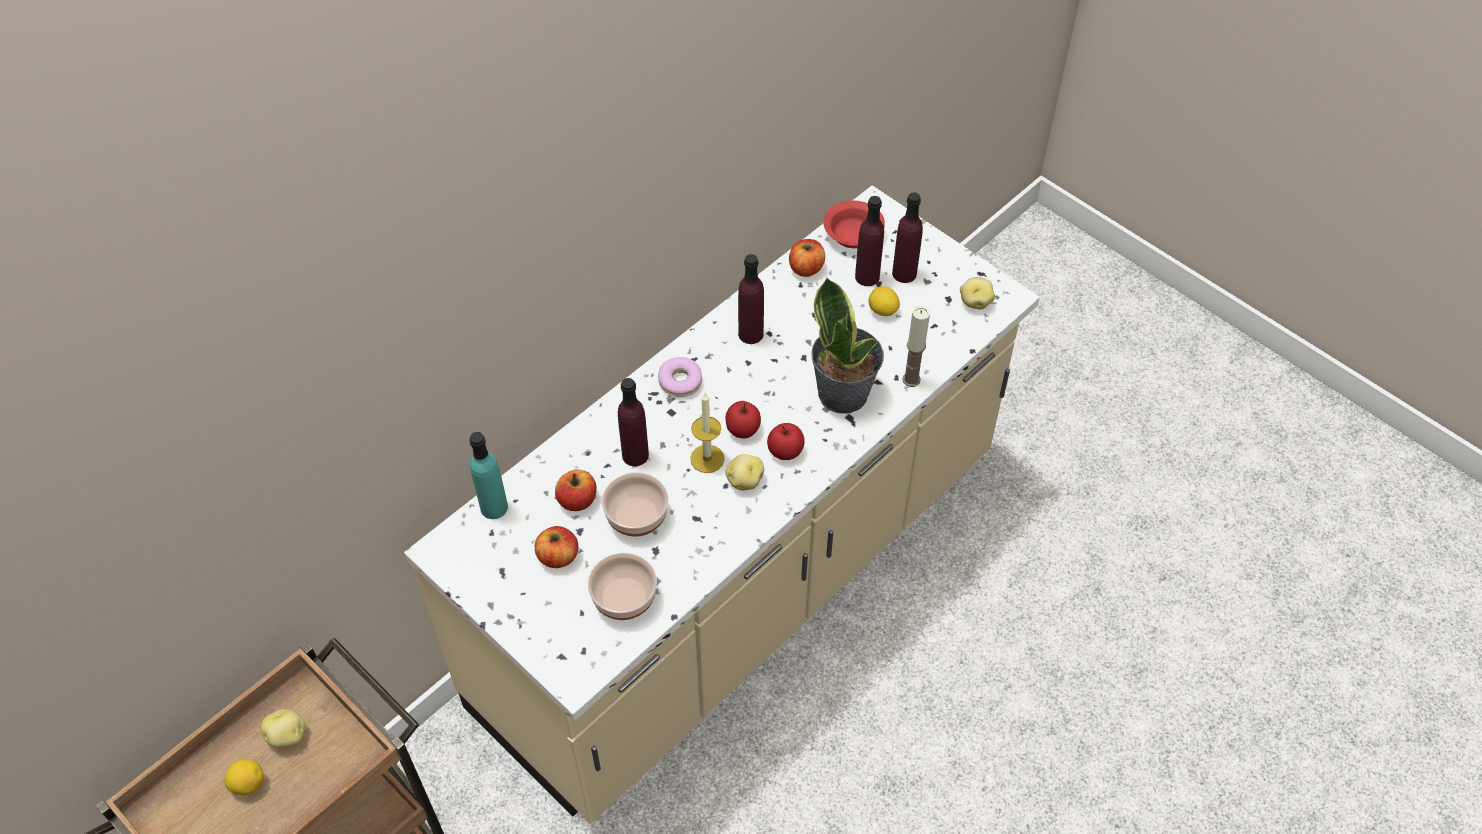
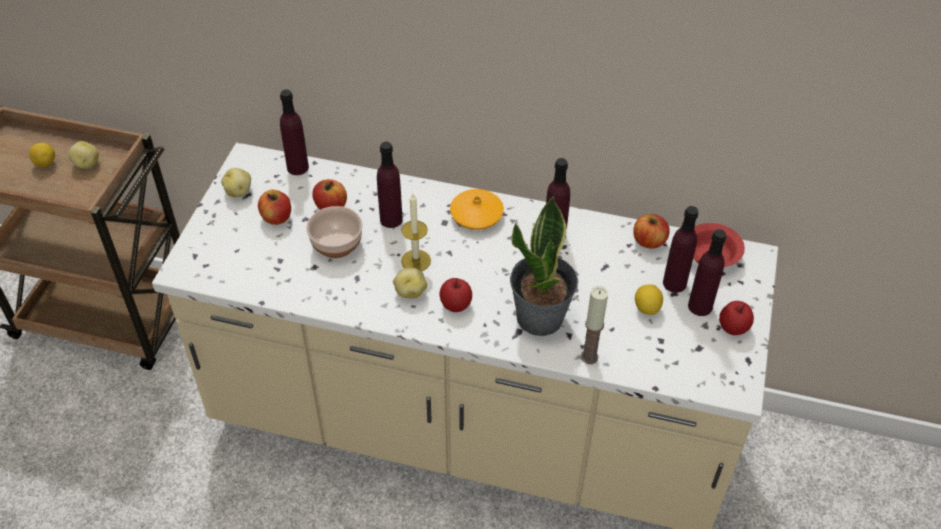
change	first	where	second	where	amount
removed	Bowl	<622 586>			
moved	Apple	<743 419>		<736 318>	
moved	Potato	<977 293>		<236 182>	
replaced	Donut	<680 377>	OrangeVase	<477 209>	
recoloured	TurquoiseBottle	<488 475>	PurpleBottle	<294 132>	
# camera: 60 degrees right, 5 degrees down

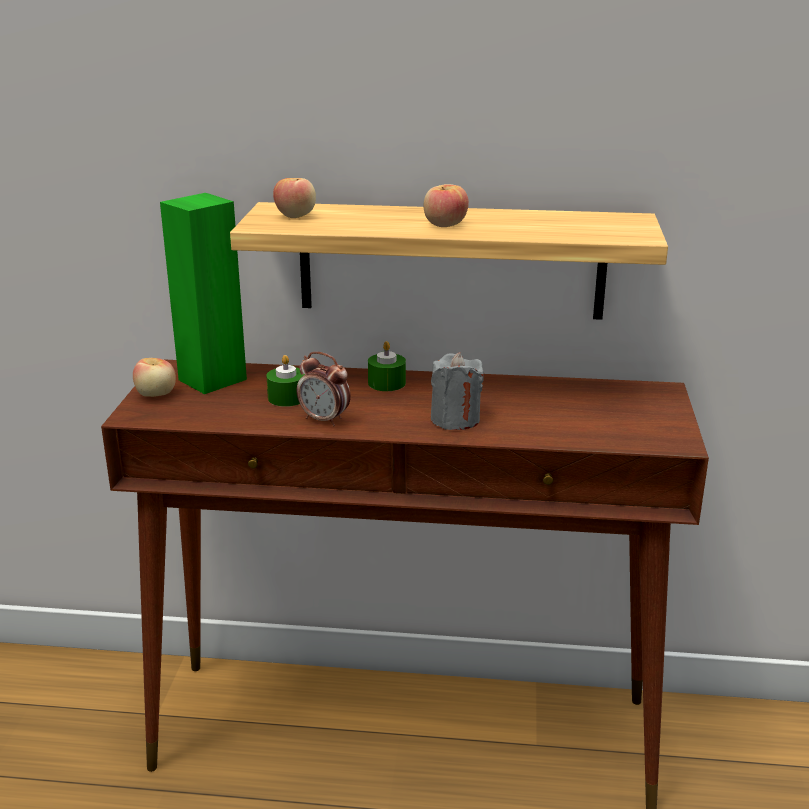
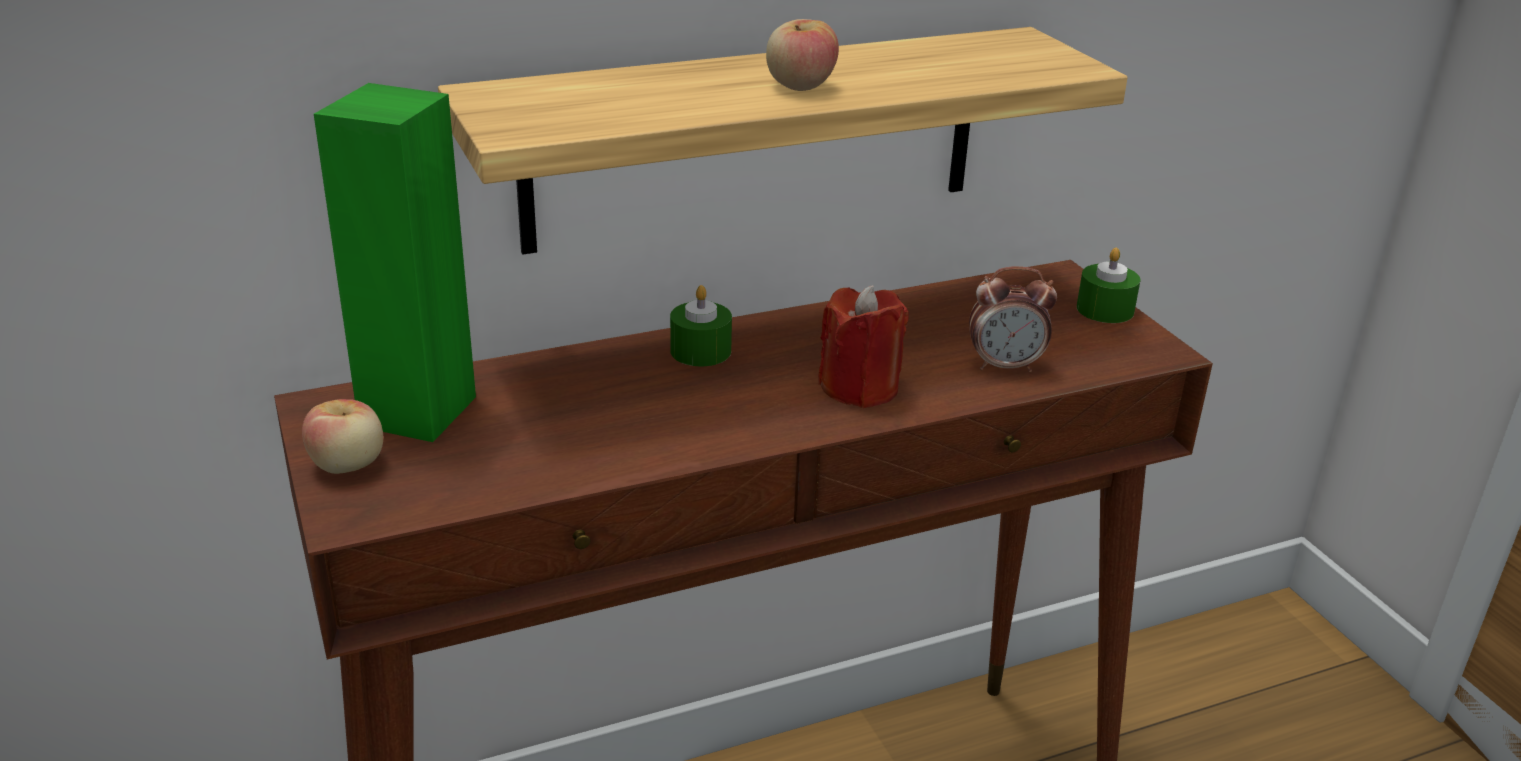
change	first	where	second	where	amount
removed	Apple	<294 198>			
moved	GreenCandle	<285 381>		<1109 285>	
moved	AlarmClock	<324 389>		<1013 319>	
recoloured	GreyCandle	<457 391>	RedCandle	<863 346>	
# camera: 30 degrees left, 5 degrees up

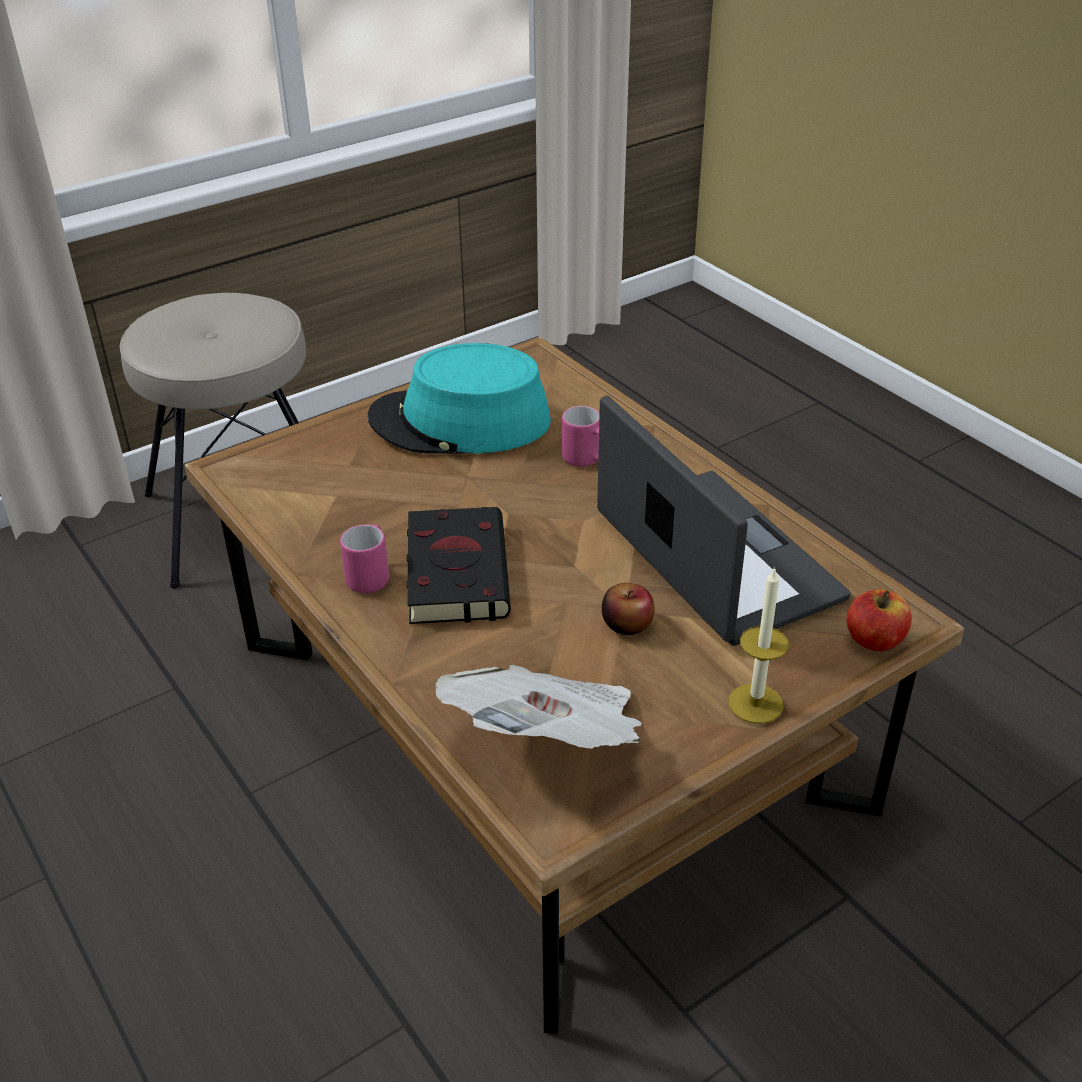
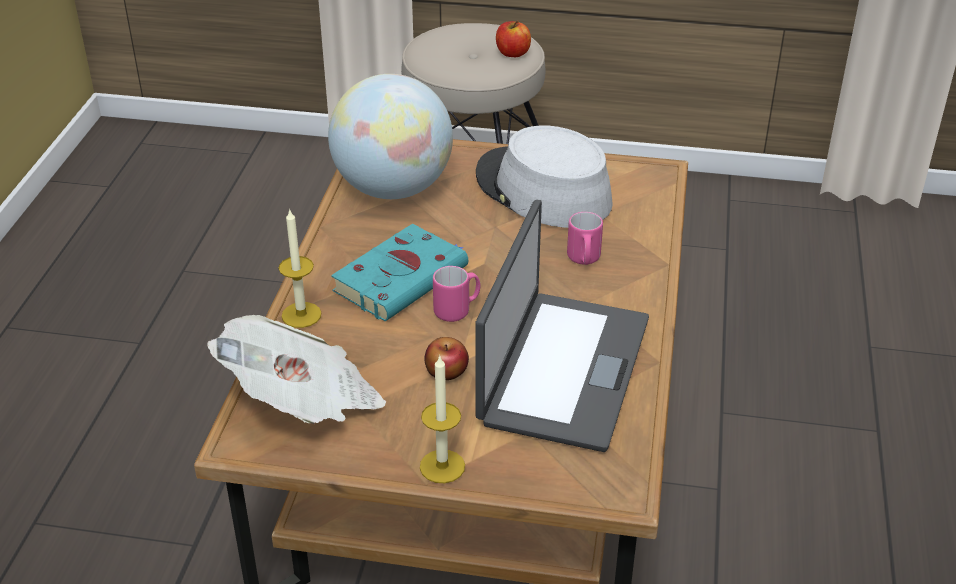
change	first	where	second	where	amount
added			Candle	<300 268>	
added			Globe	<390 136>	
moved	PinkMug	<364 559>		<456 294>	
moved	Apple	<879 620>		<513 39>	
recoloured	TurquoiseHat	<459 398>	GreyHat	<544 176>	
recoloured	BlackBook	<458 565>	TurquoiseBook	<399 273>	
# camera: 45 degrees right, 0 degrees up

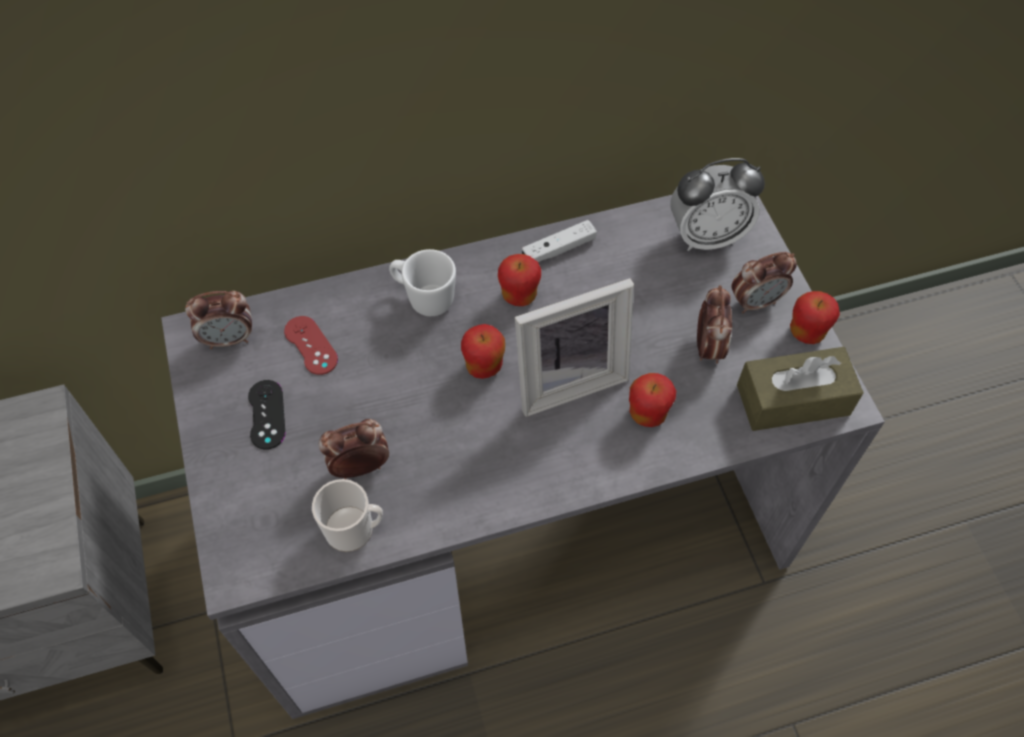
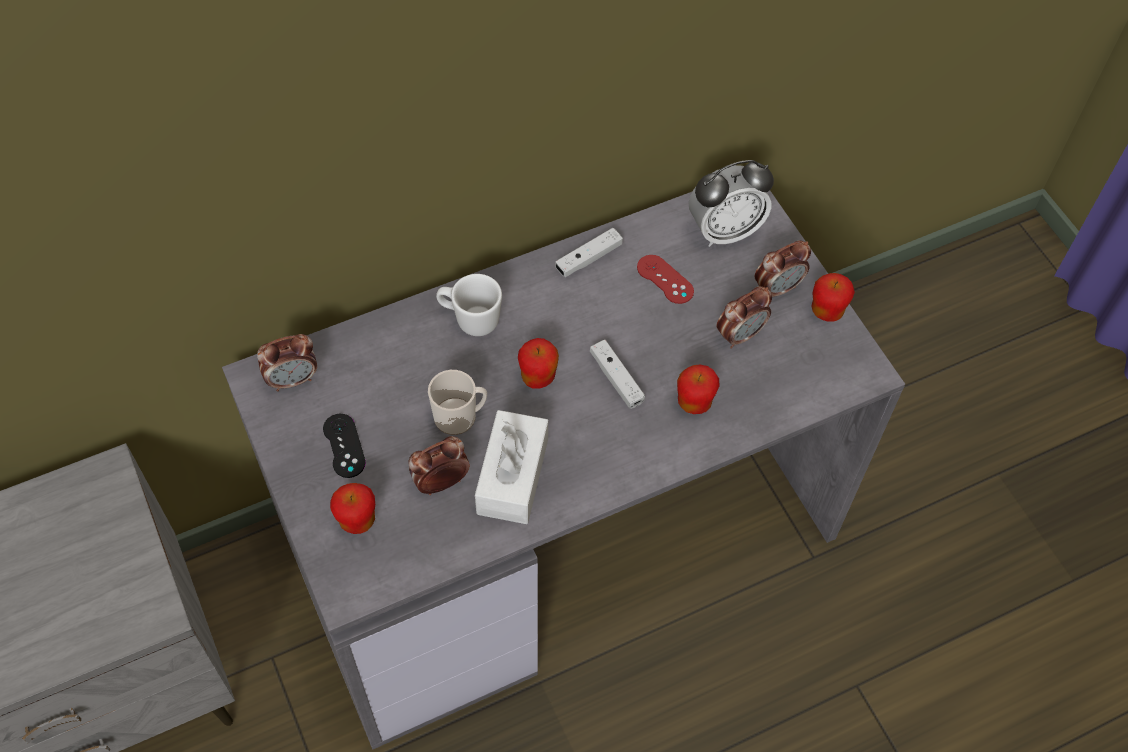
change	first	where	second	where	amount
removed	BrownTissueBox	<800 389>			
added			WhiteTissueBox	<511 467>	
moved	RedGameController	<311 345>		<665 279>	
moved	Mug	<347 515>		<457 402>	
moved	Apple	<519 280>		<352 508>	
replaced	PictureFrame	<574 347>	WhiteGameController	<617 374>	
turned	AlarmClock	<714 324>		<744 317>	60 degrees clockwise
# camera: 10 degrees left, 0 degrees up

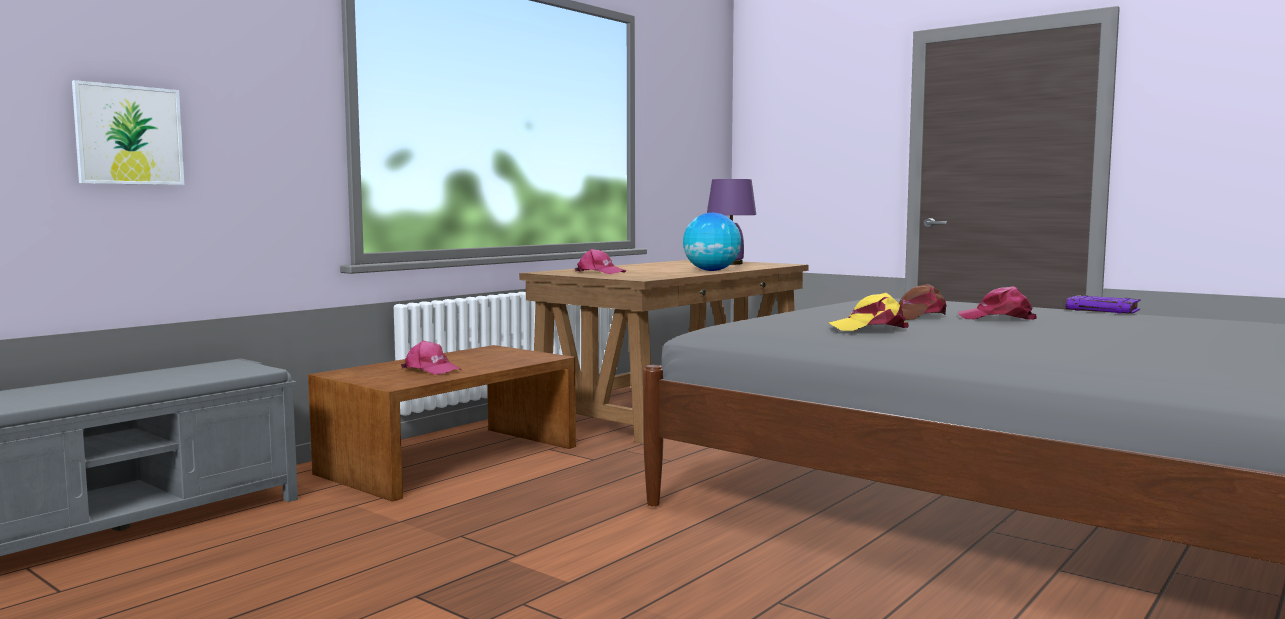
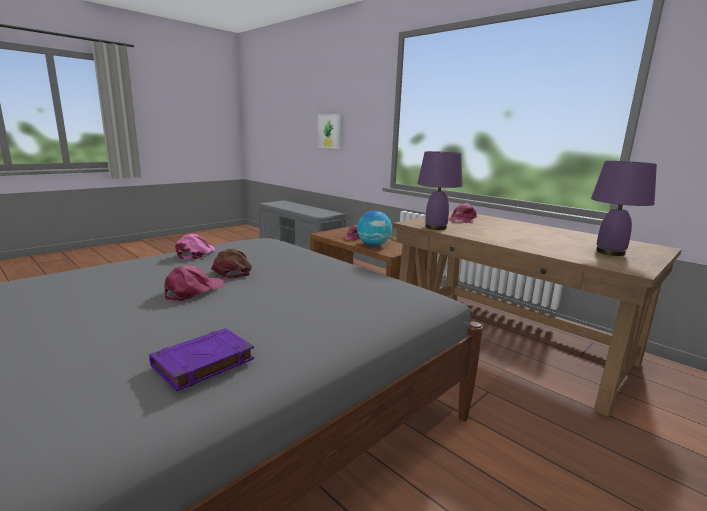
change	first	where	second	where	amount
added			PurpleTableLamp	<440 190>	
moved	Globe	<712 242>		<374 228>	
recoloured	YellowCap	<868 312>	PinkCap	<195 246>	
# camera: 95 degrees right, 10 degrees up

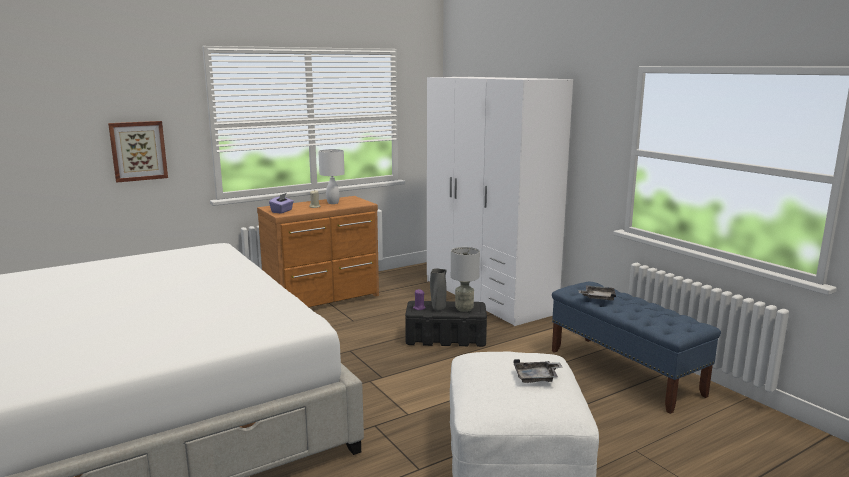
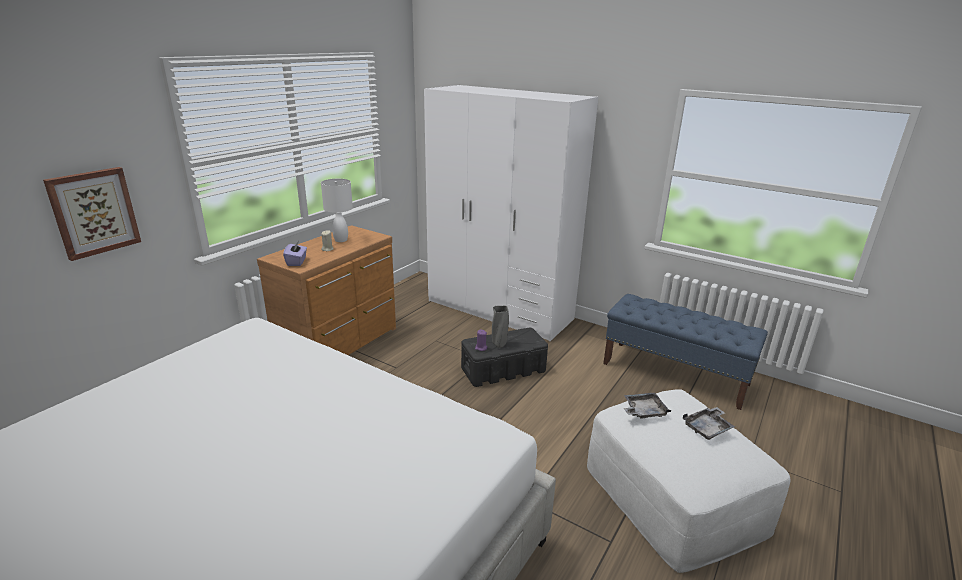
change	first	where	second	where	amount
removed	GreyTableLamp	<465 279>			
moved	GreyTray	<597 293>		<647 406>	
# camera: 25 degrees left, 10 degrees up

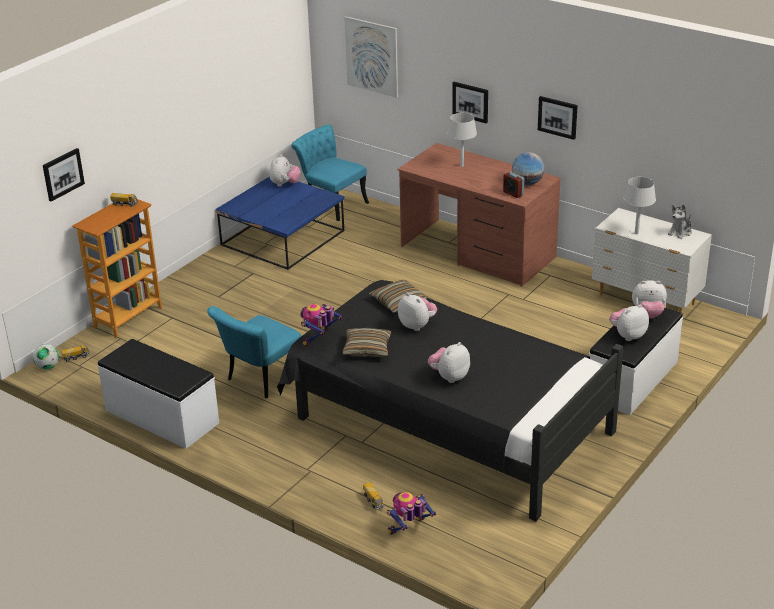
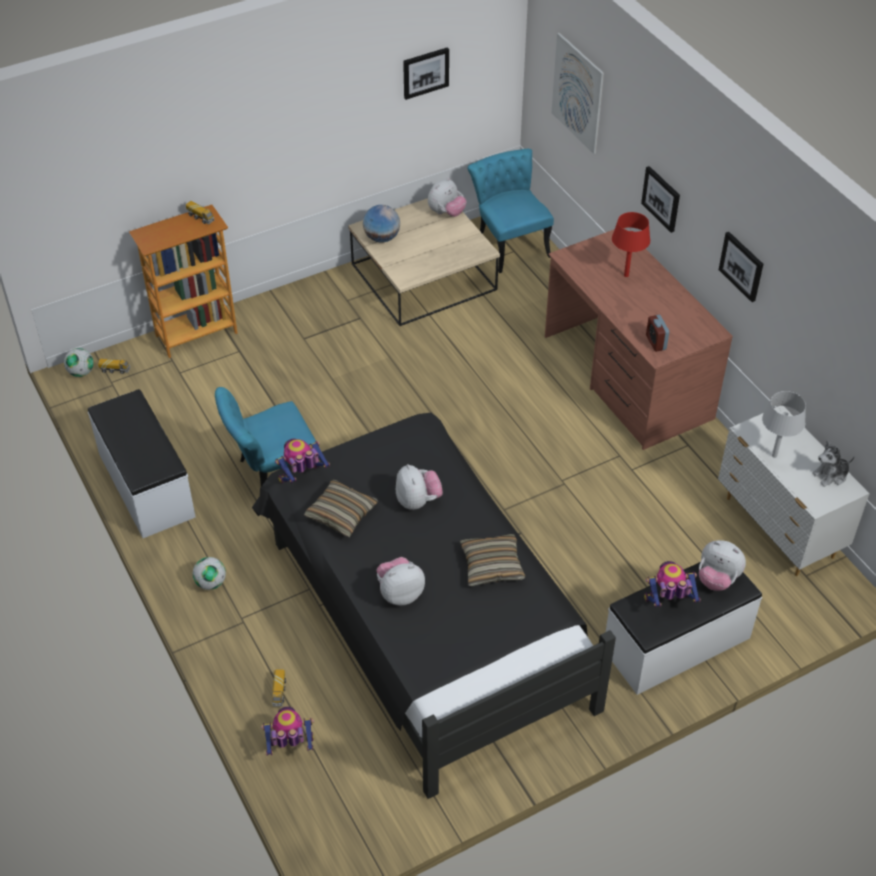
change	first	where	second	where	amount
added			Football	<209 573>	
moved	Picture	<64 175>		<426 73>	
moved	Pillow	<398 296>		<492 560>	
moved	Globe	<528 168>		<381 224>	
replaced	PlushToy	<629 322>	ToyRobot	<672 584>	
recoloured	BlueCoffeeTable	<279 223>	BeigeCoffeeTable	<424 262>	
recoloured	GreyTableLamp	<462 140>	RedTableLamp	<631 244>	
# camera: 25 degrees right, 15 degrees up

